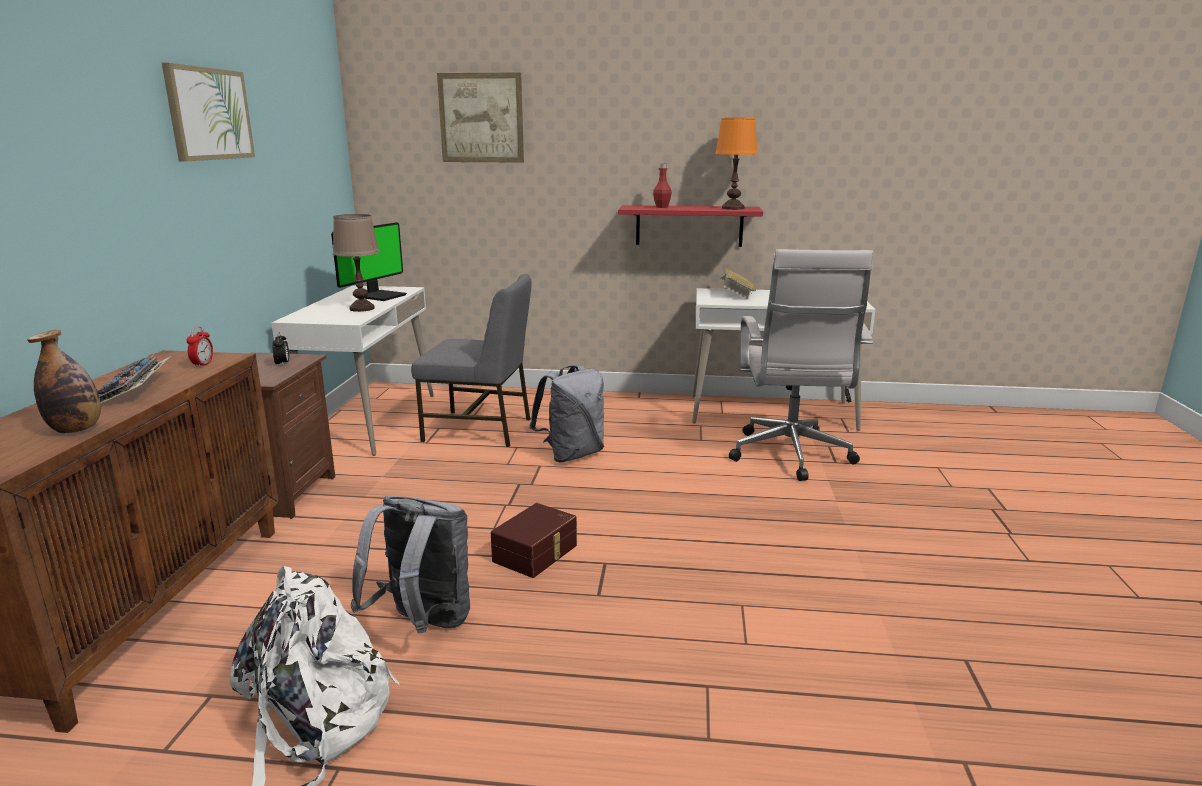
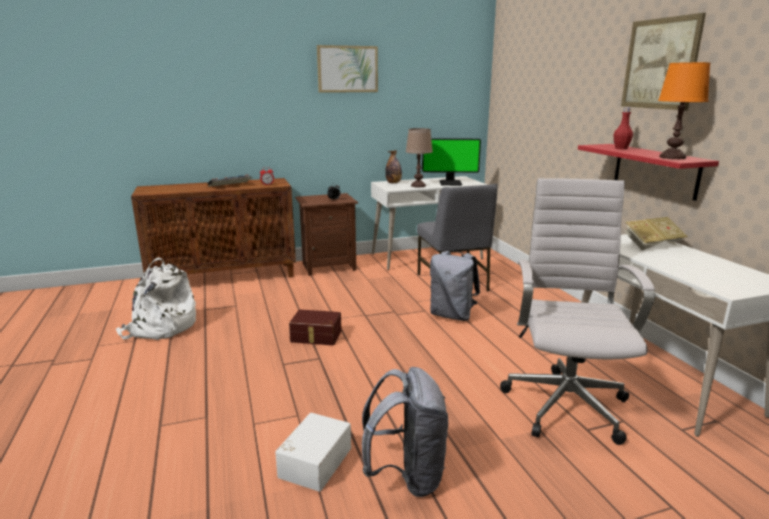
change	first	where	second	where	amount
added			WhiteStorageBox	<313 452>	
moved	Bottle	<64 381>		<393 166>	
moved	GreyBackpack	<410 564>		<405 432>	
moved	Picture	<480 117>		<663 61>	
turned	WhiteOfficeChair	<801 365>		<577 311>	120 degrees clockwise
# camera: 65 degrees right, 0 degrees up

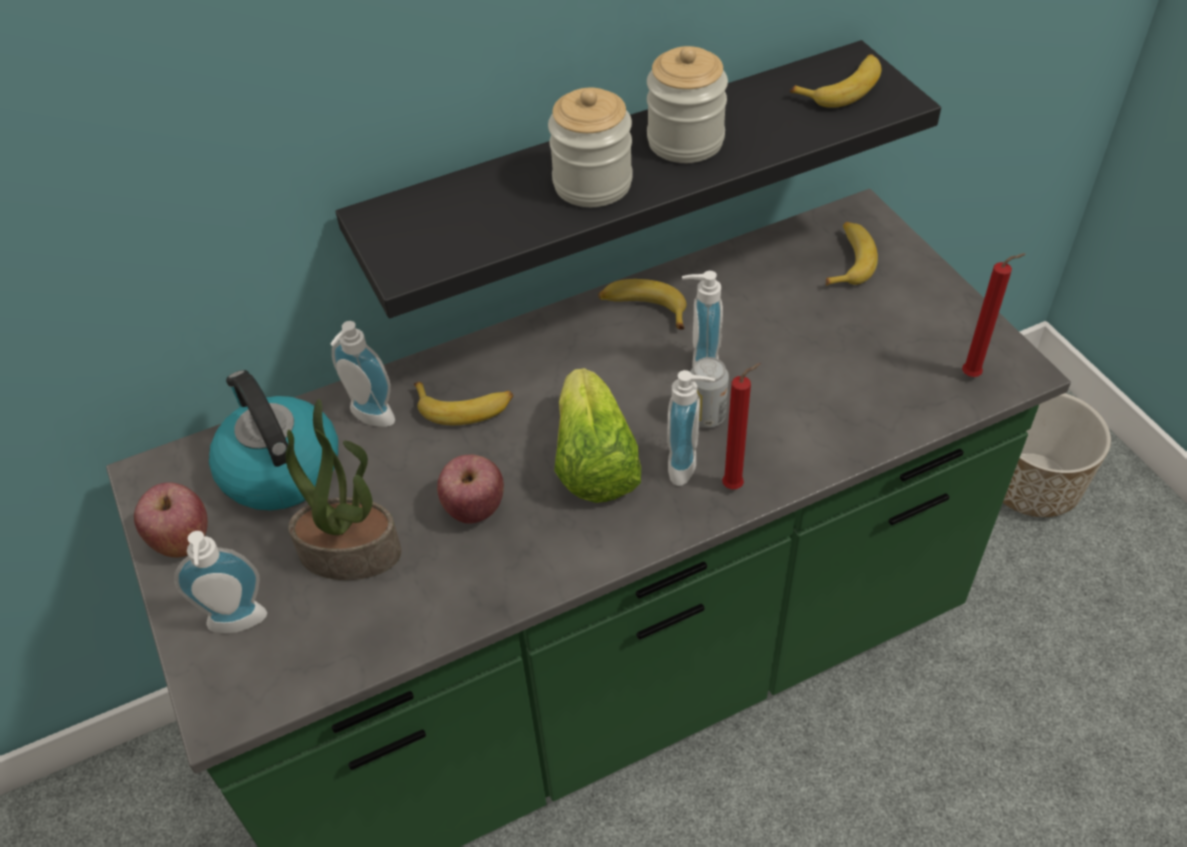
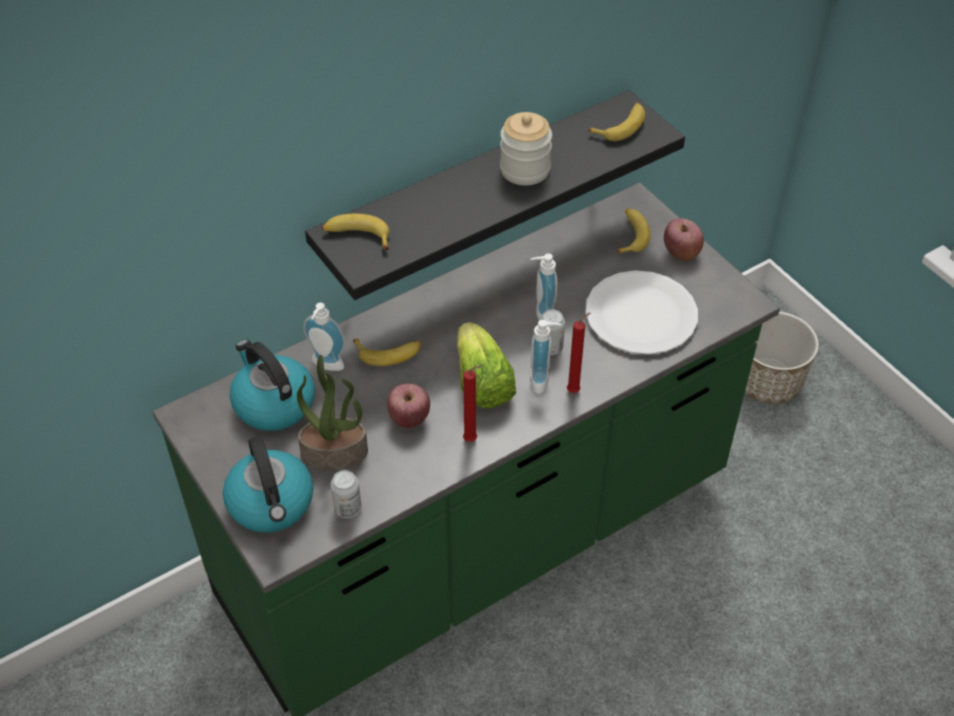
change	first	where	second	where	amount
removed	Jar	<590 147>			
added			Can	<346 494>	
added			WhitePlate	<641 312>	
moved	Apple	<171 519>		<684 239>	
moved	Banana	<642 304>		<356 232>	
moved	RedCandle	<994 315>		<472 403>	
replaced	SoapDispenser	<220 582>	Kettle	<268 484>	
# camera: 10 degrees left, 0 degrees up

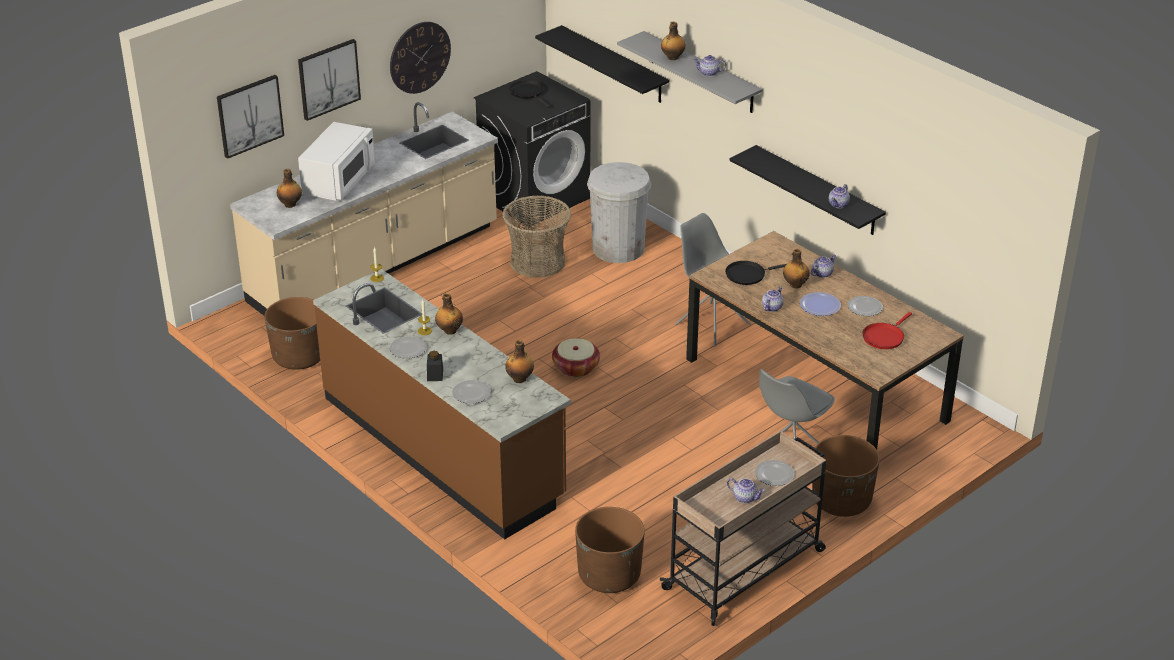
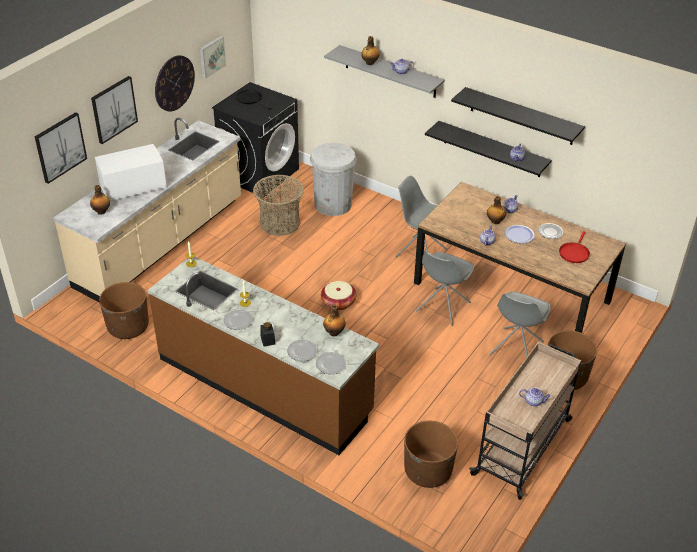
change	first	where	second	where	amount
removed	Bottle	<449 314>			
removed	BlackFryingPan	<756 273>			
added			Picture	<213 57>	
added			GreyChair	<445 288>	
moved	BlackShelf	<602 64>		<518 116>	
moved	Plate	<774 473>		<331 363>	
turned	WhiteMicrowave	<336 161>		<131 172>	120 degrees counterclockwise
# camera: 15 degrees left, 5 degrees up

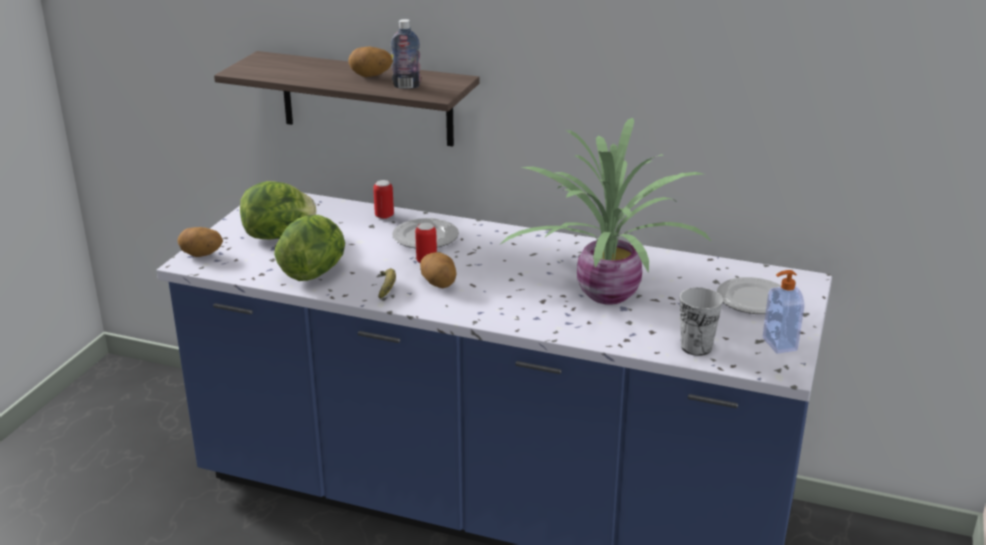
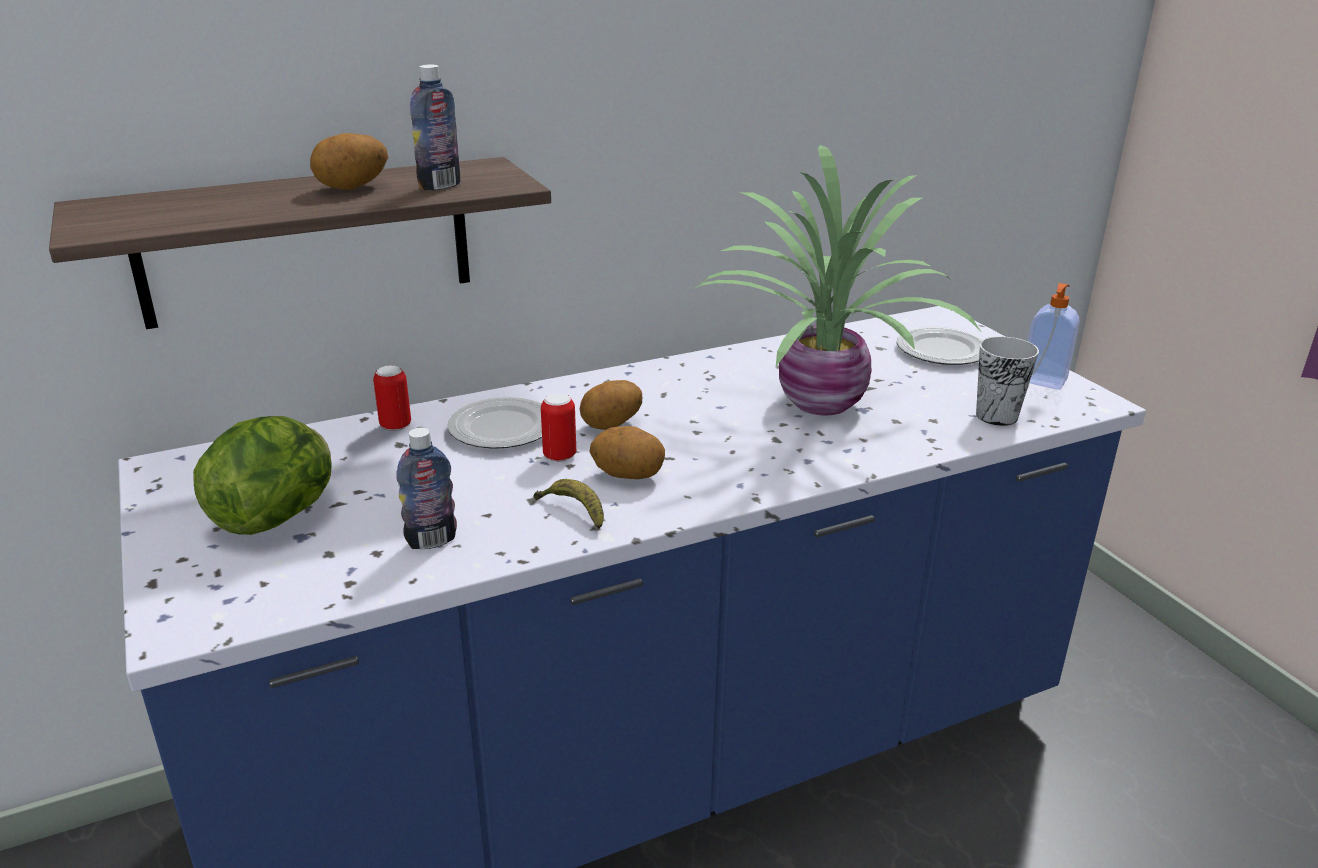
change	first	where	second	where	amount
moved	Potato	<200 242>		<611 405>	
replaced	Lettuce	<309 248>	Bottle	<426 488>	
# camera: 45 degrees left, 0 degrees up

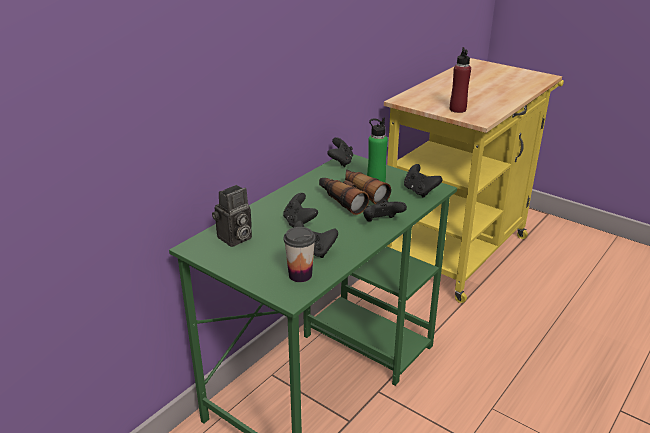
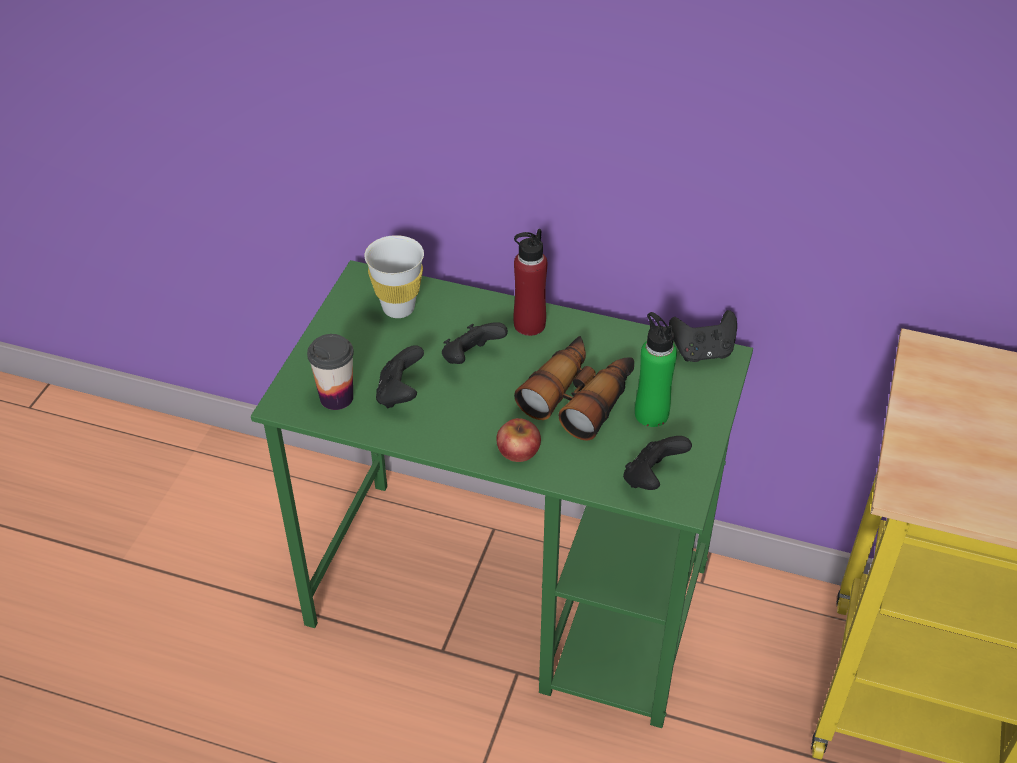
change	first	where	second	where	amount
moved	RedBottle	<460 80>		<530 282>	
replaced	PhotoCamera	<232 216>	WhiteCup	<394 276>	
replaced	BlackGameController	<385 211>	Apple	<519 440>	
# camera: 70 degrees right, 15 degrees up

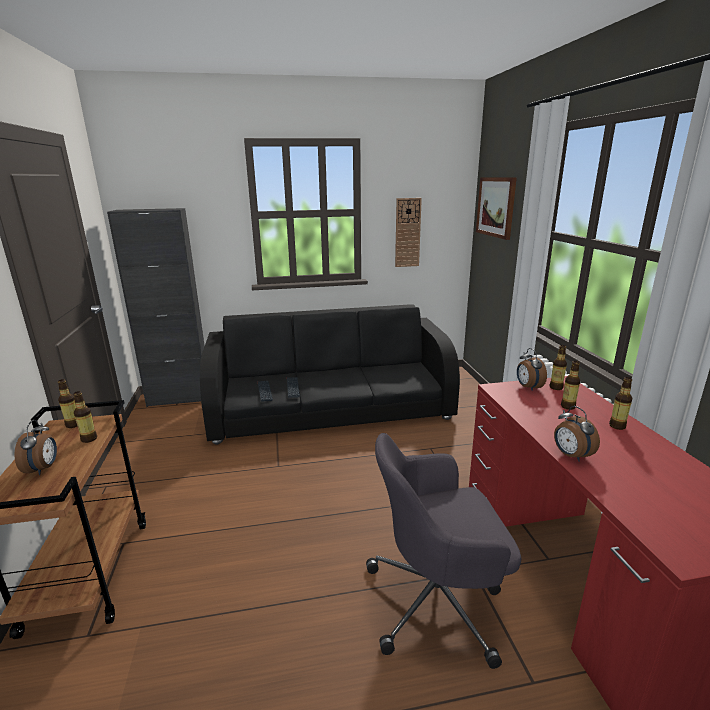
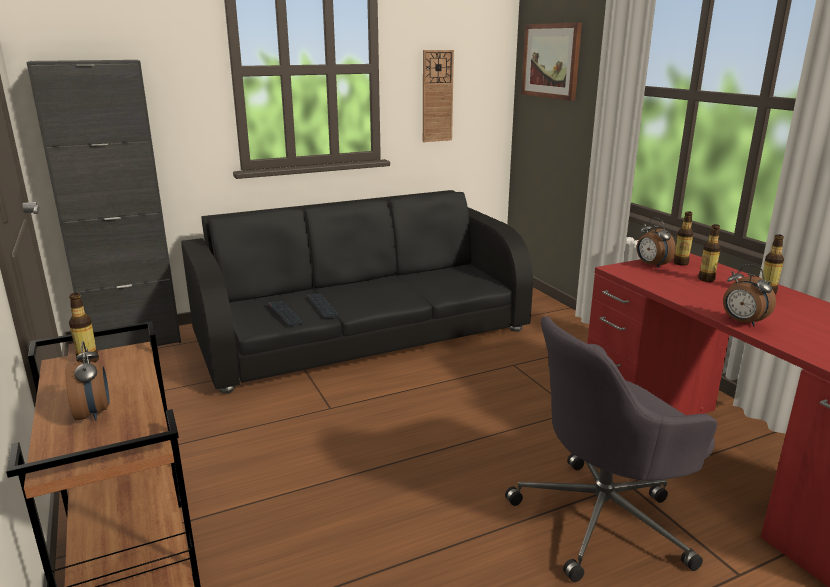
change	first	where	second	where	amount
removed	Bottle	<85 417>			
# camera: 15 degrees left, 0 degrees up

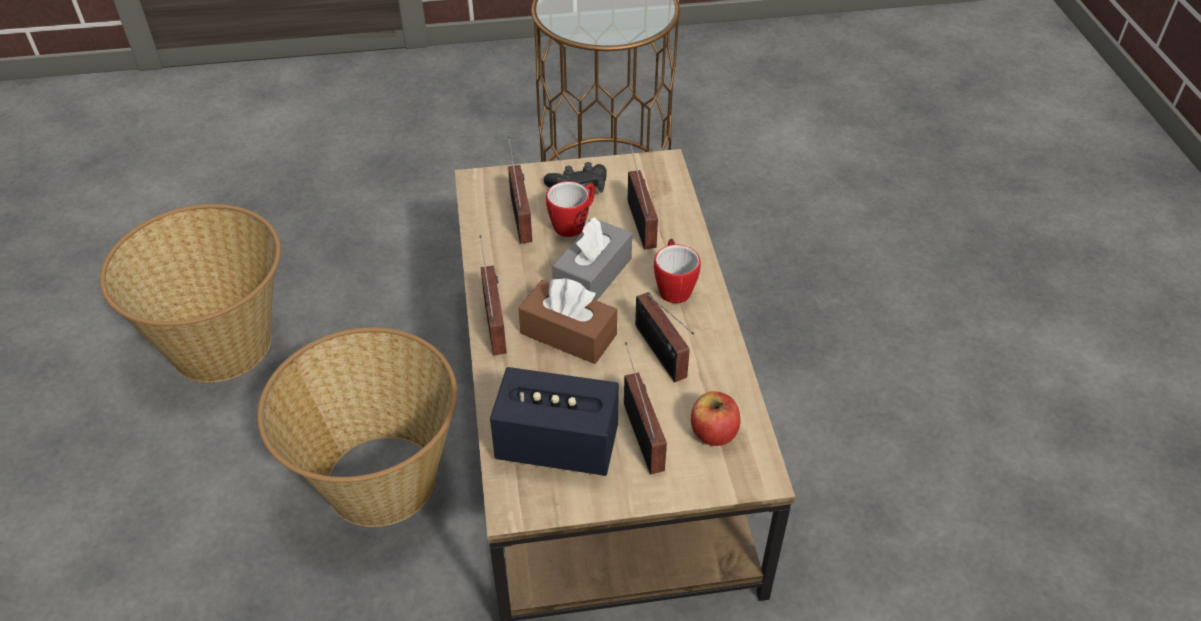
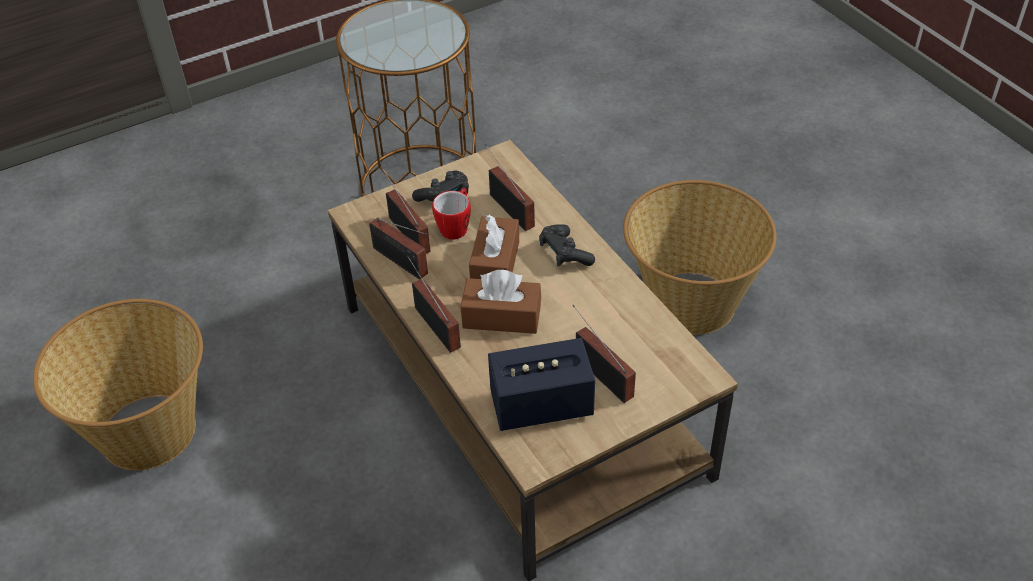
change	first	where	second	where	amount
removed	Apple	<715 418>			
moved	Basket	<357 427>		<699 257>	
moved	Radio	<664 337>		<398 249>	
replaced	Mug	<677 271>	BlackGameController	<567 245>	
recoloured	GreyTissueBox	<592 259>	BrownTissueBox	<494 247>	
# camera: 20 degrees left, 0 degrees up

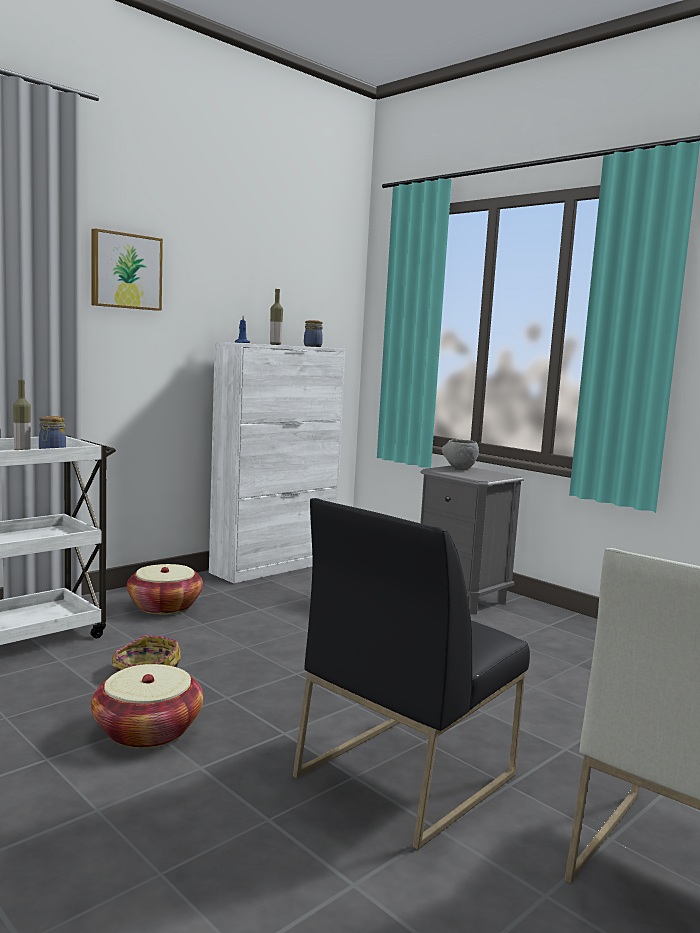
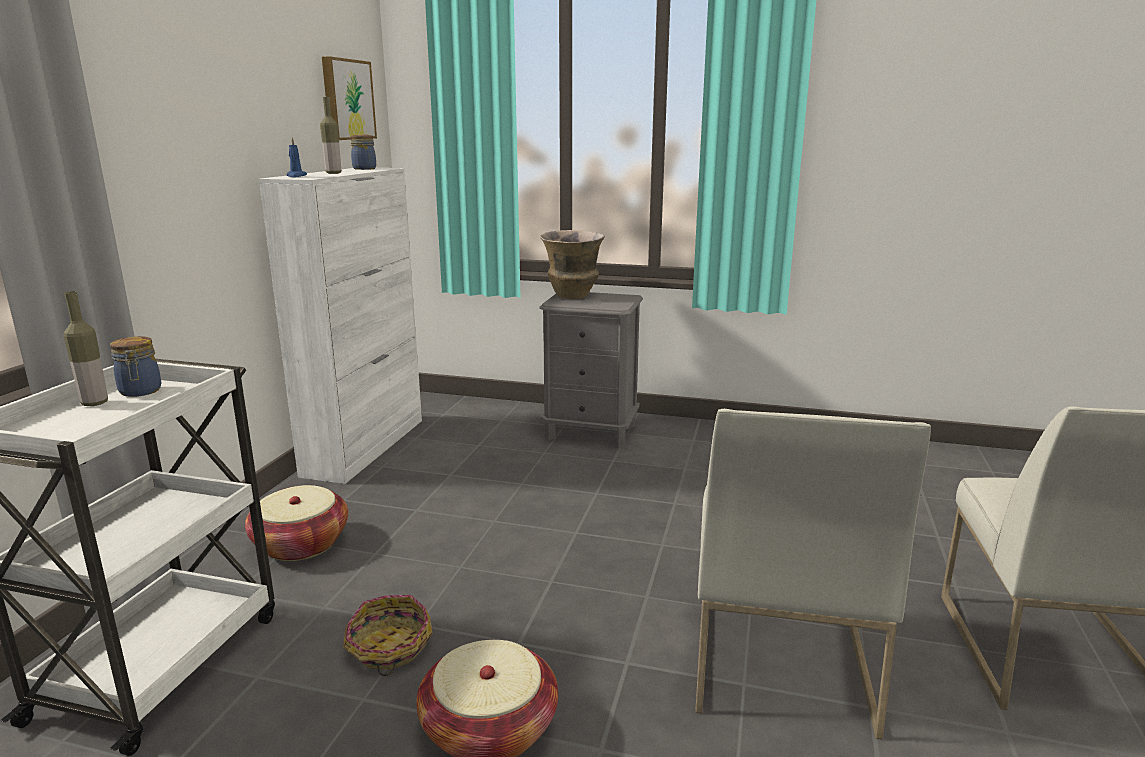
change	first	where	second	where	amount
moved	Picture	<127 269>		<349 98>	
replaced	GreyBowl	<460 454>	Vase	<572 264>	
recoloured	BlackChair	<411 674>	WhiteChair	<813 574>	
# camera: 30 degrees left, 10 degrees up

